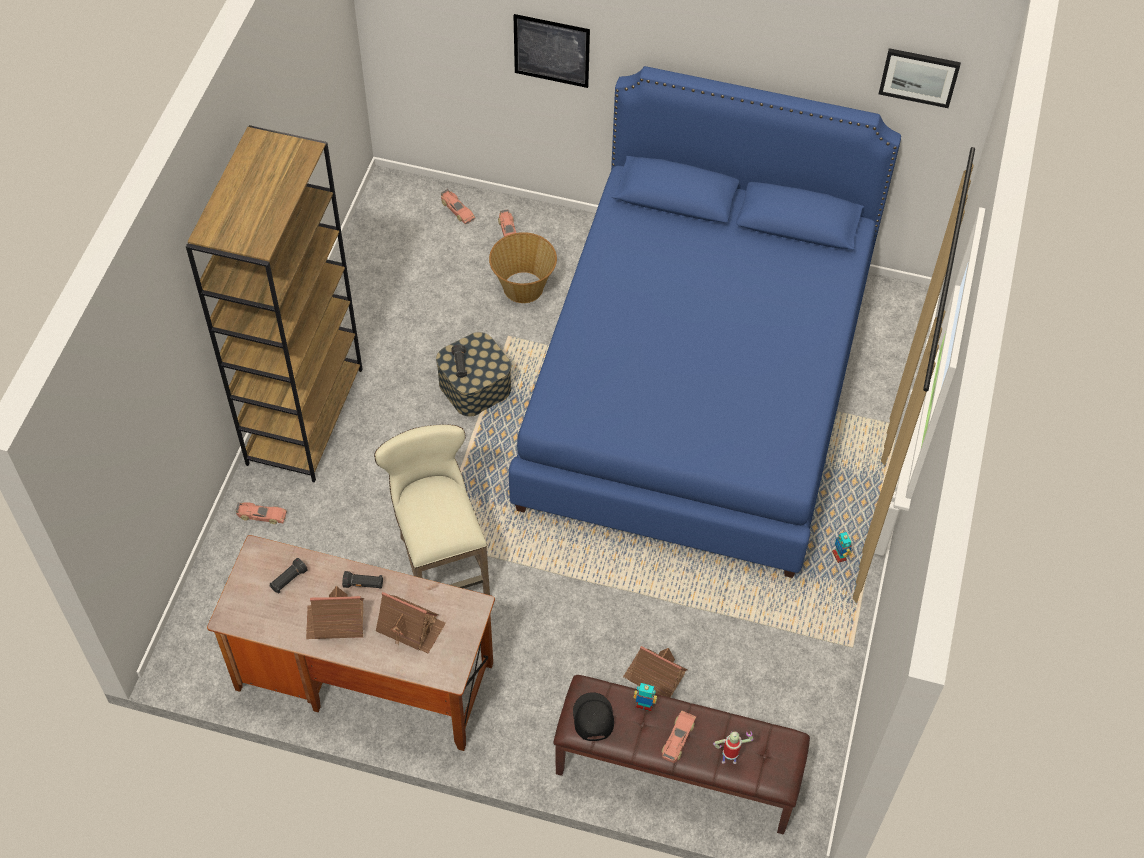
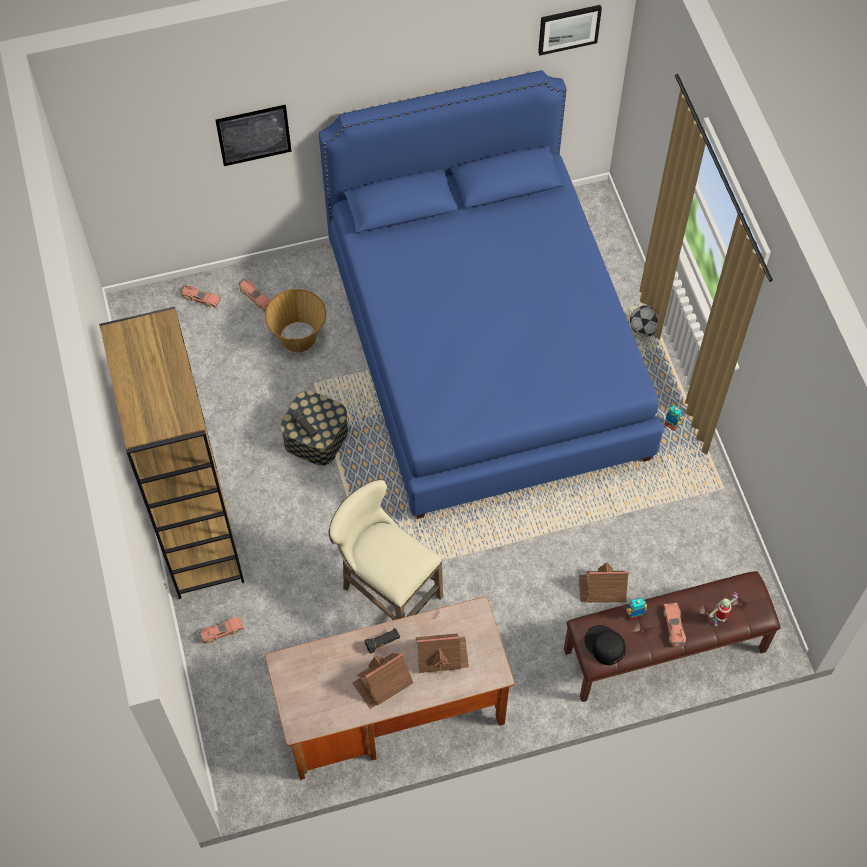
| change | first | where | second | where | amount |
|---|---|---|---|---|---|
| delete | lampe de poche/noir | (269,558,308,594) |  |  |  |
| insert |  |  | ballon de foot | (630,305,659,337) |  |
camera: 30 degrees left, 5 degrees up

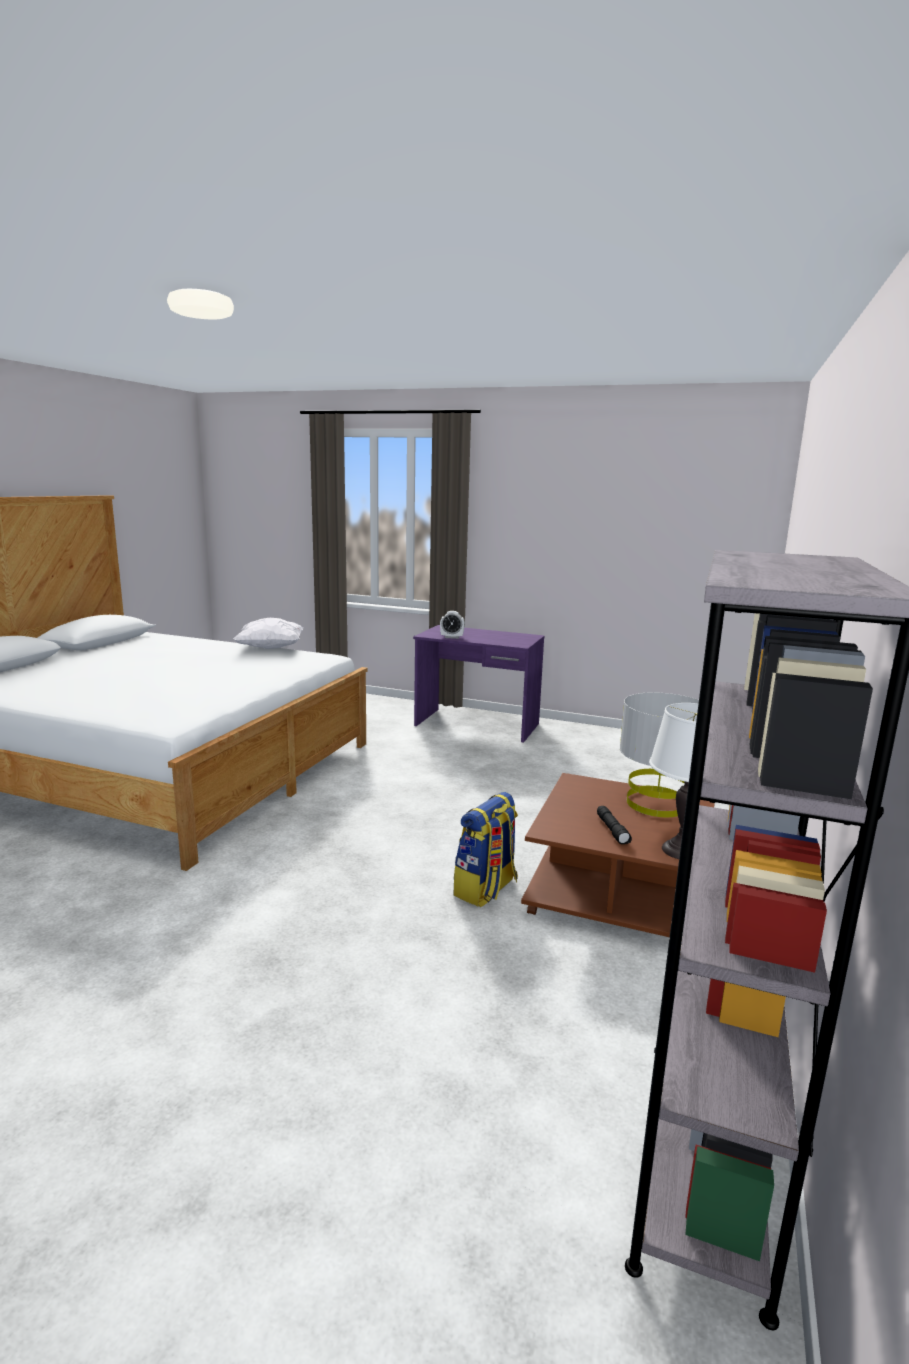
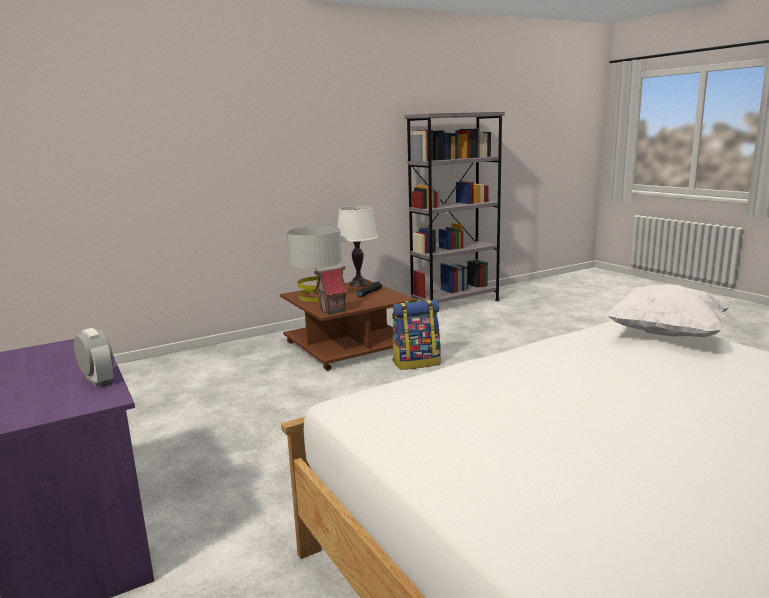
| change | first | where | second | where | amount |
|---|---|---|---|---|---|
| insert |  |  | maison miniature | (314,266,348,315) |  |
| move | coussin/blanc | (233,618,304,649) |  | (605,284,732,337) |  |
camera: 140 degrees left, 0 degrees up

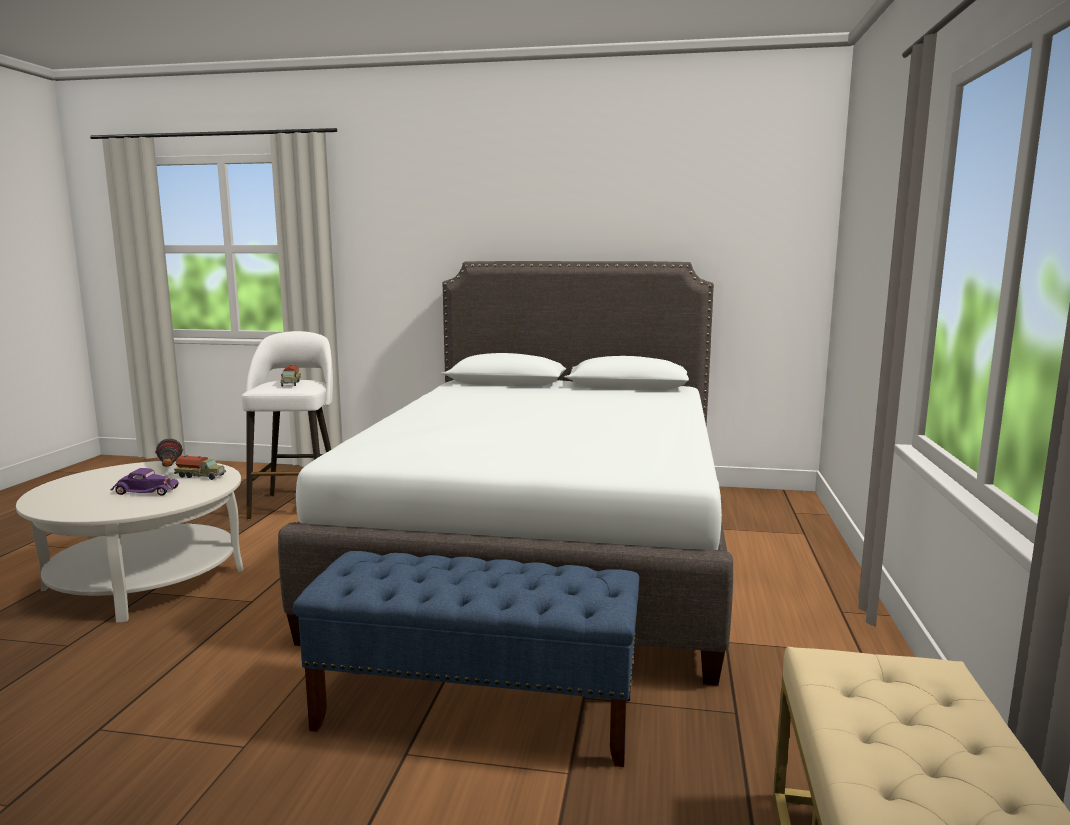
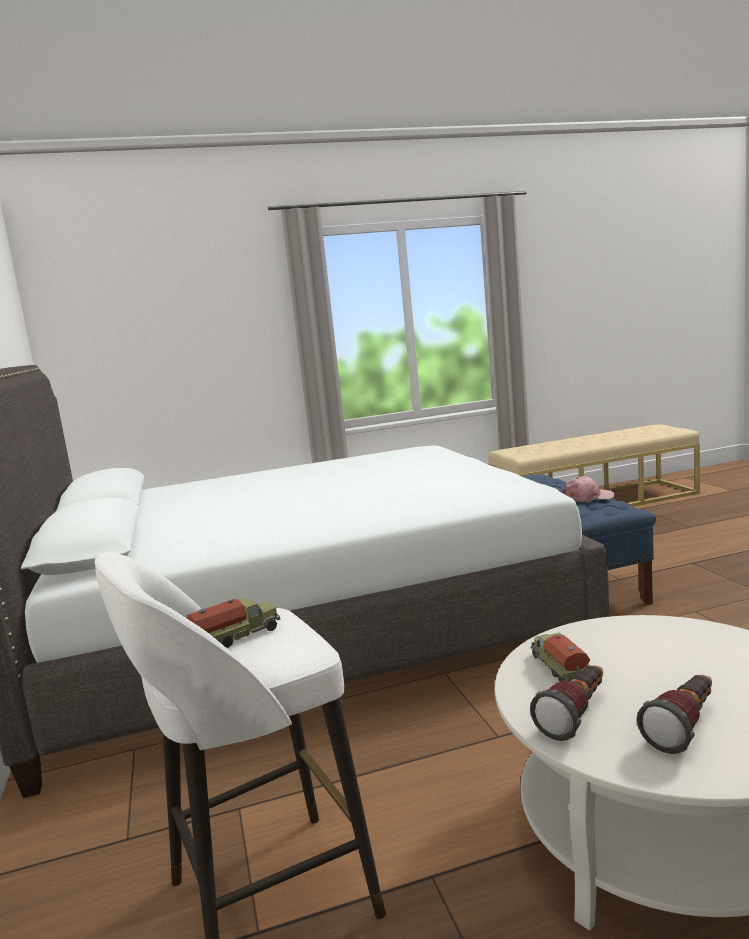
| change | first | where | second | where | amount |
|---|---|---|---|---|---|
| delete | petite voiture/violet | (110,468,179,496) |  |  |  |
| insert |  |  | casquette/rose | (561,476,615,502) |  |
| insert |  |  | lampe de poche | (637,675,712,754) |  |
camera: 115 degrees left, 0 degrees up

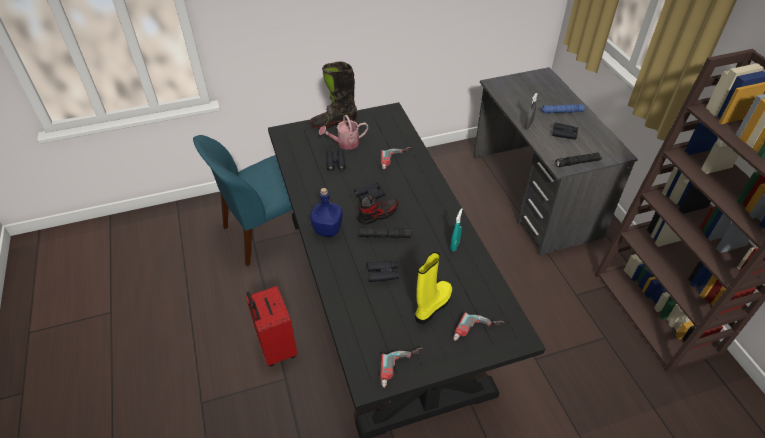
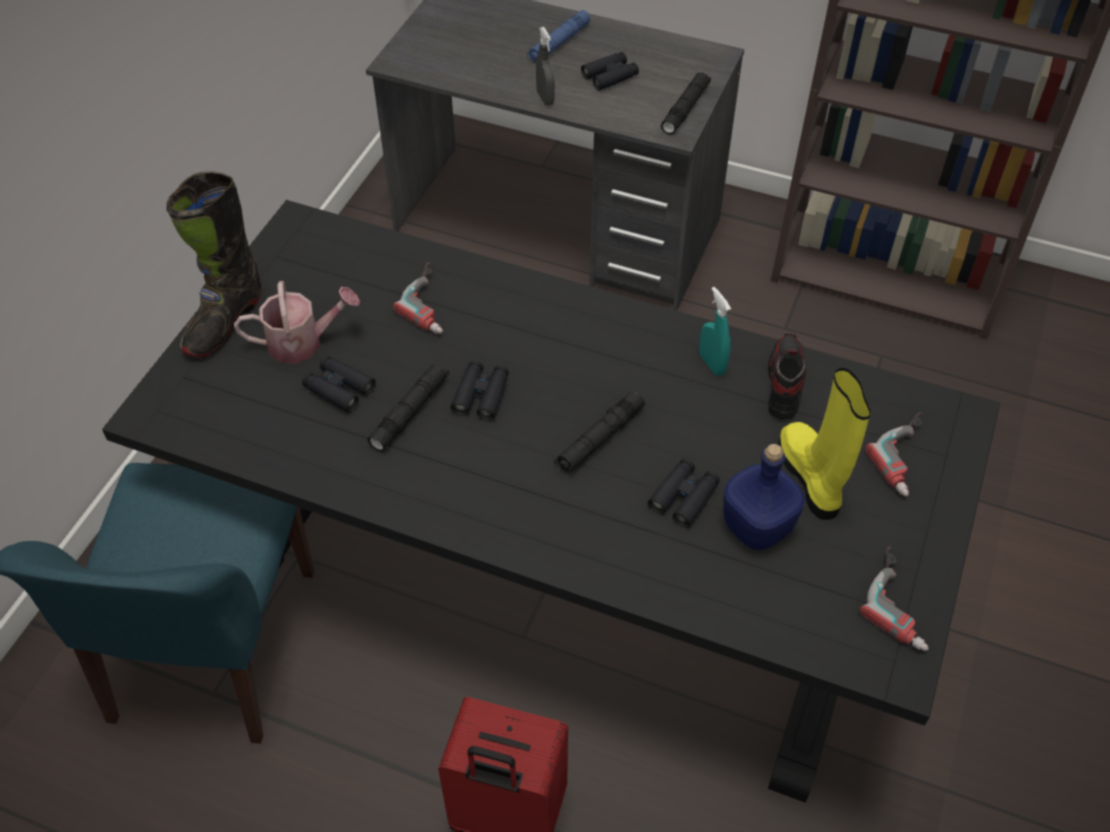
| change | first | where | second | where | amount |
|---|---|---|---|---|---|
| insert |  |  | lampe de poche/noir | (367,363,449,452) |  |
| move | bouteille/bleu | (310,188,343,237) |  | (723,444,805,550) |  |
| move | chaussure | (358,195,398,225) |  | (768,334,806,419) |  |
| rotate | arrosoir | (319,115,368,150) |  | (234,281,360,364) | 120 degrees counterclockwise |
camera: 50 degrees left, 5 degrees up

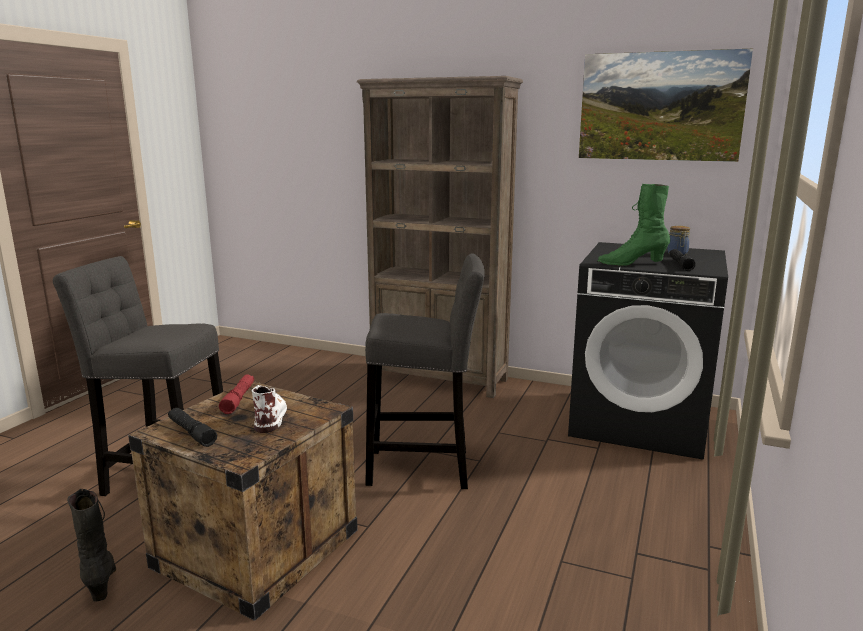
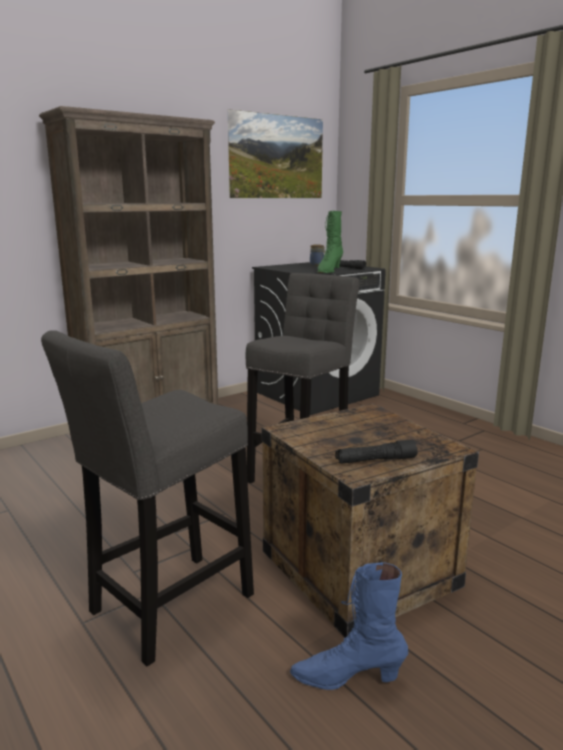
| change | first | where | second | where | amount |
|---|---|---|---|---|---|
| delete | lampe de poche/rouge | (219,375,254,414) |  |  |  |
| delete | botte/blanc | (252,385,287,433) |  |  |  |
| recolor | botte/noir | (67,489,116,602) | botte/bleu | (290,562,408,690) |  |
camera: 60 degrees left, 0 degrees up

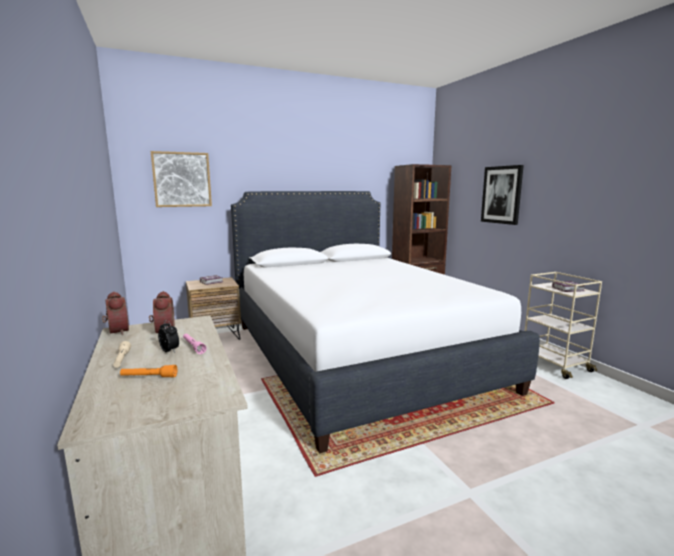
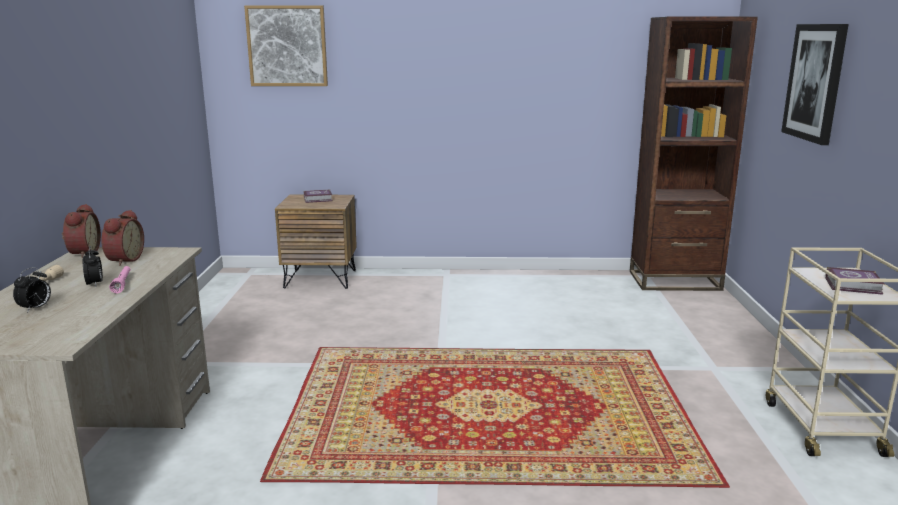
| change | first | where | second | where | amount |
|---|---|---|---|---|---|
| delete | lit/blanc | (231,191,540,454) |  |  |  |
| replace | lampe de poche/orange | (120,365,177,377) | réveil | (13,267,51,313) |  |
camera: 25 degrees right, 5 degrees up

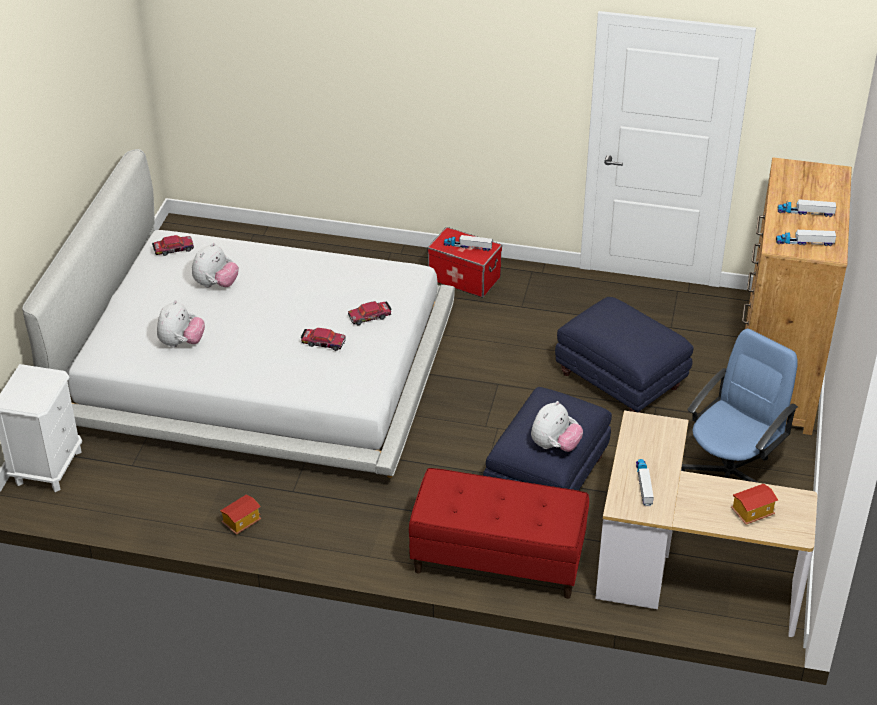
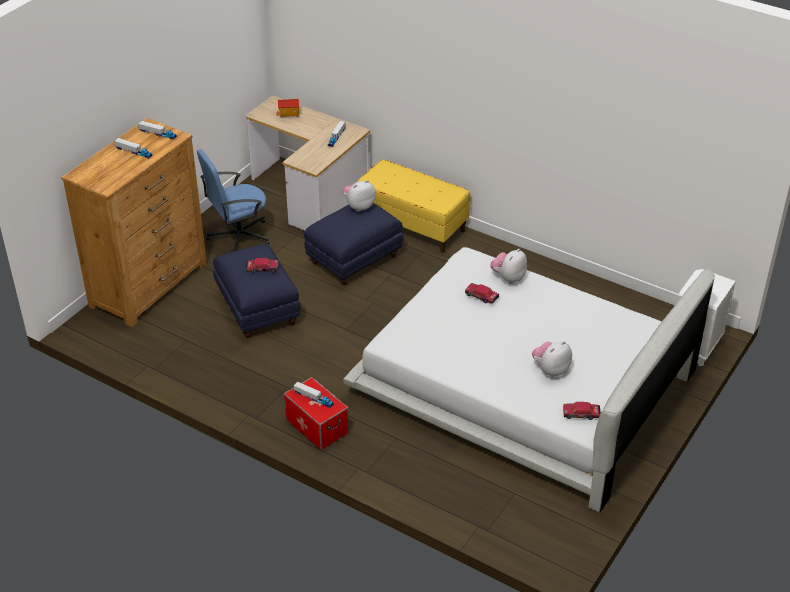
| change | first | where | second | where | amount |
|---|---|---|---|---|---|
| delete | maison miniature | (220,494,261,535) |  |  |  |
| move | peluche | (157,300,205,348) |  | (490,249,527,284) |  |
| move | petite voiture | (348,301,392,326) |  | (246,258,278,273) |  |
| recolor | banc/rouge | (409,468,589,599) | banc/jaune | (357,159,470,253) |  |
camera: 160 degrees left, 0 degrees up

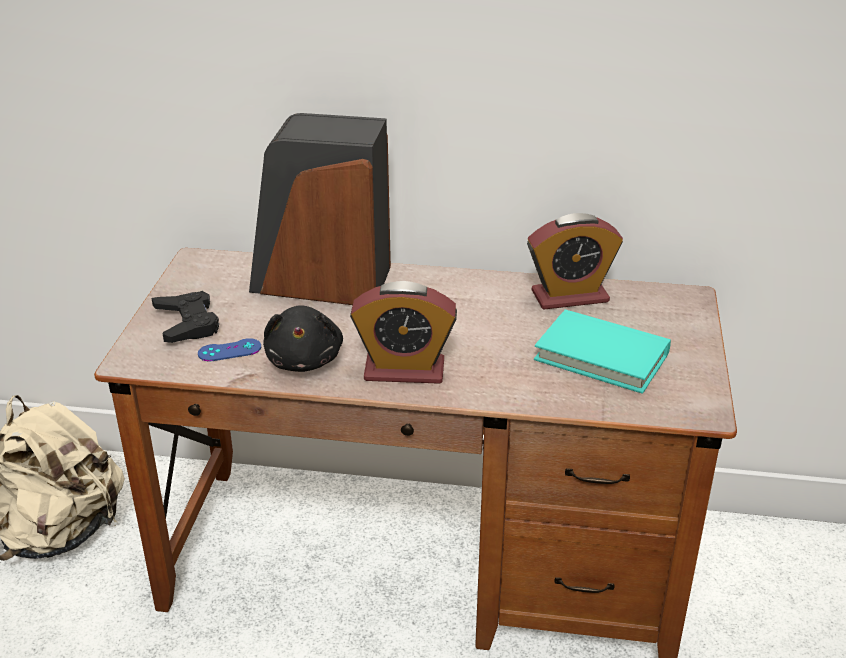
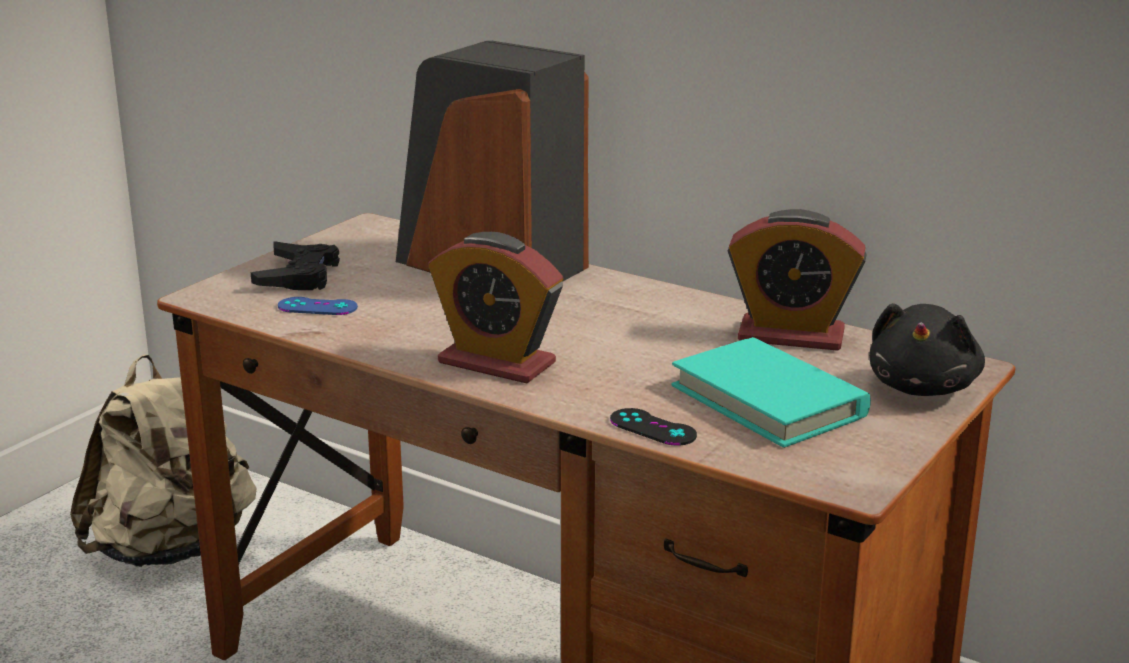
| change | first | where | second | where | amount |
|---|---|---|---|---|---|
| insert |  |  | manette/noir | (610,408,697,446) |  |
| move | peluche/noir | (263,305,343,372) |  | (869,303,985,396) |  |
camera: 25 degrees right, 10 degrees down

